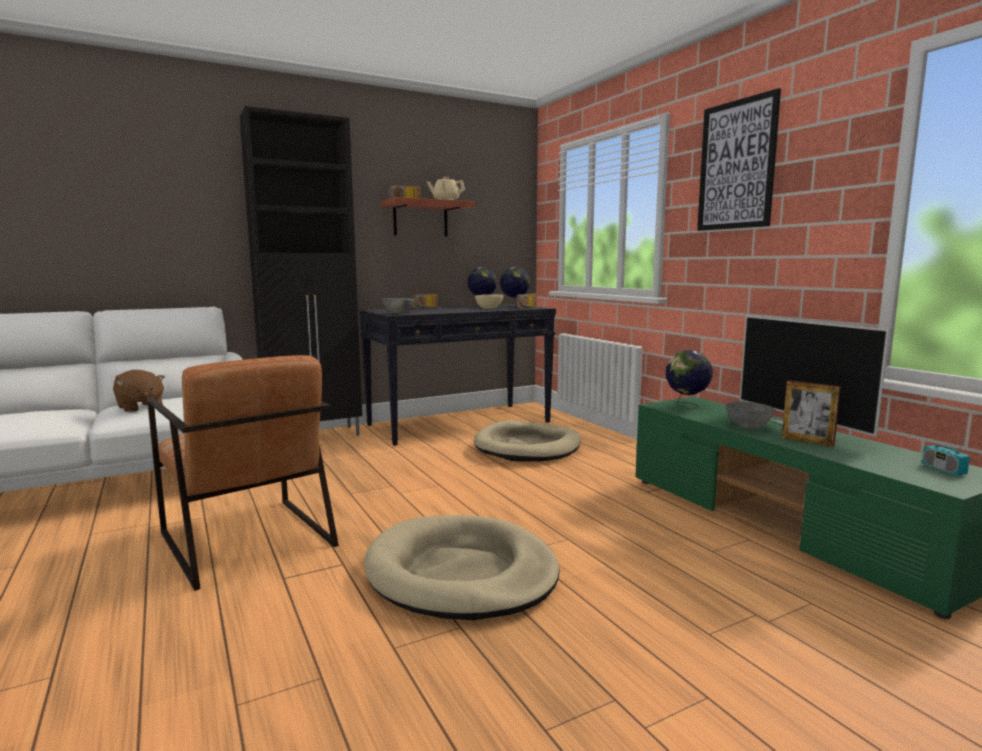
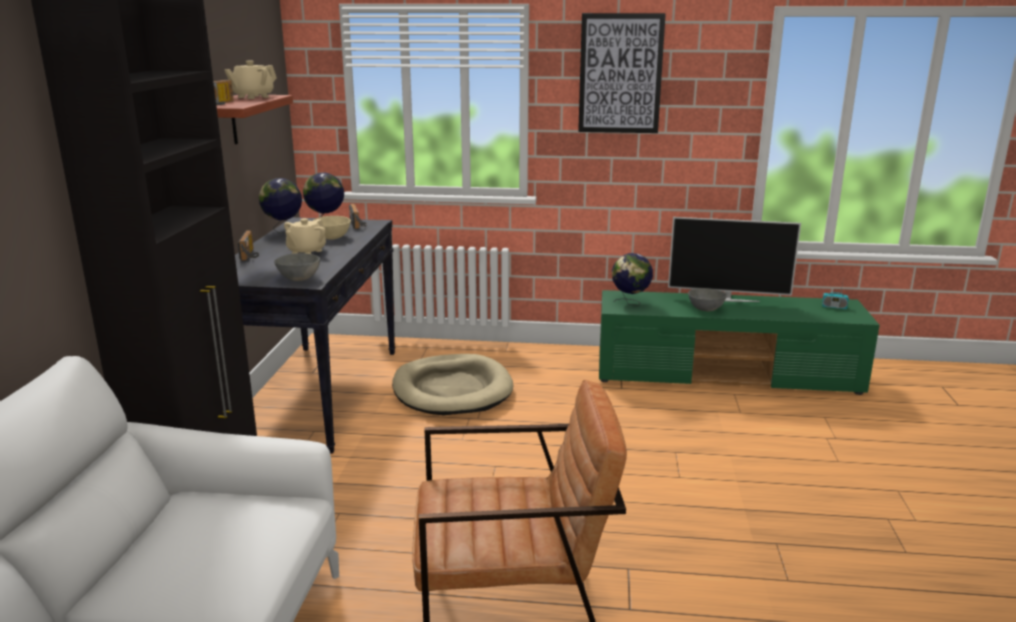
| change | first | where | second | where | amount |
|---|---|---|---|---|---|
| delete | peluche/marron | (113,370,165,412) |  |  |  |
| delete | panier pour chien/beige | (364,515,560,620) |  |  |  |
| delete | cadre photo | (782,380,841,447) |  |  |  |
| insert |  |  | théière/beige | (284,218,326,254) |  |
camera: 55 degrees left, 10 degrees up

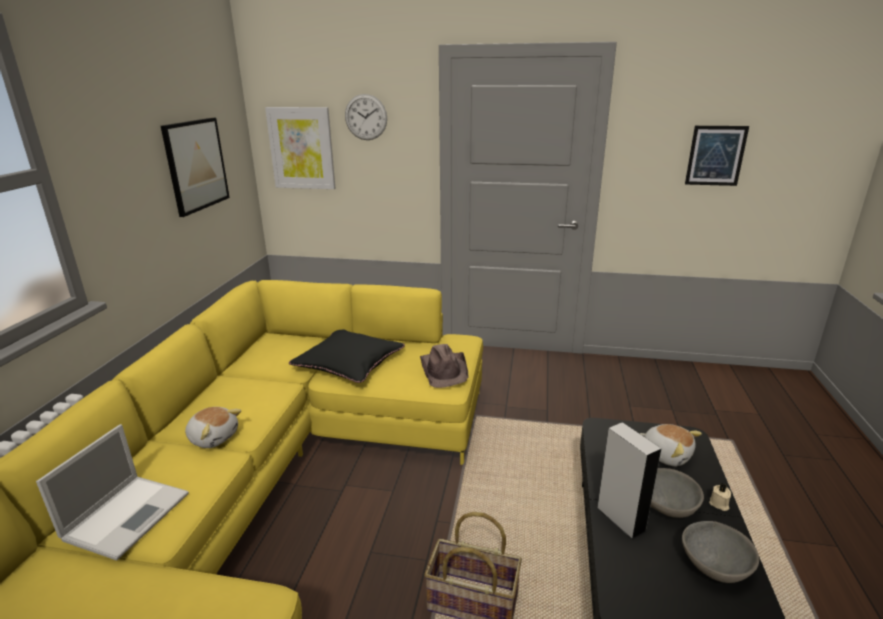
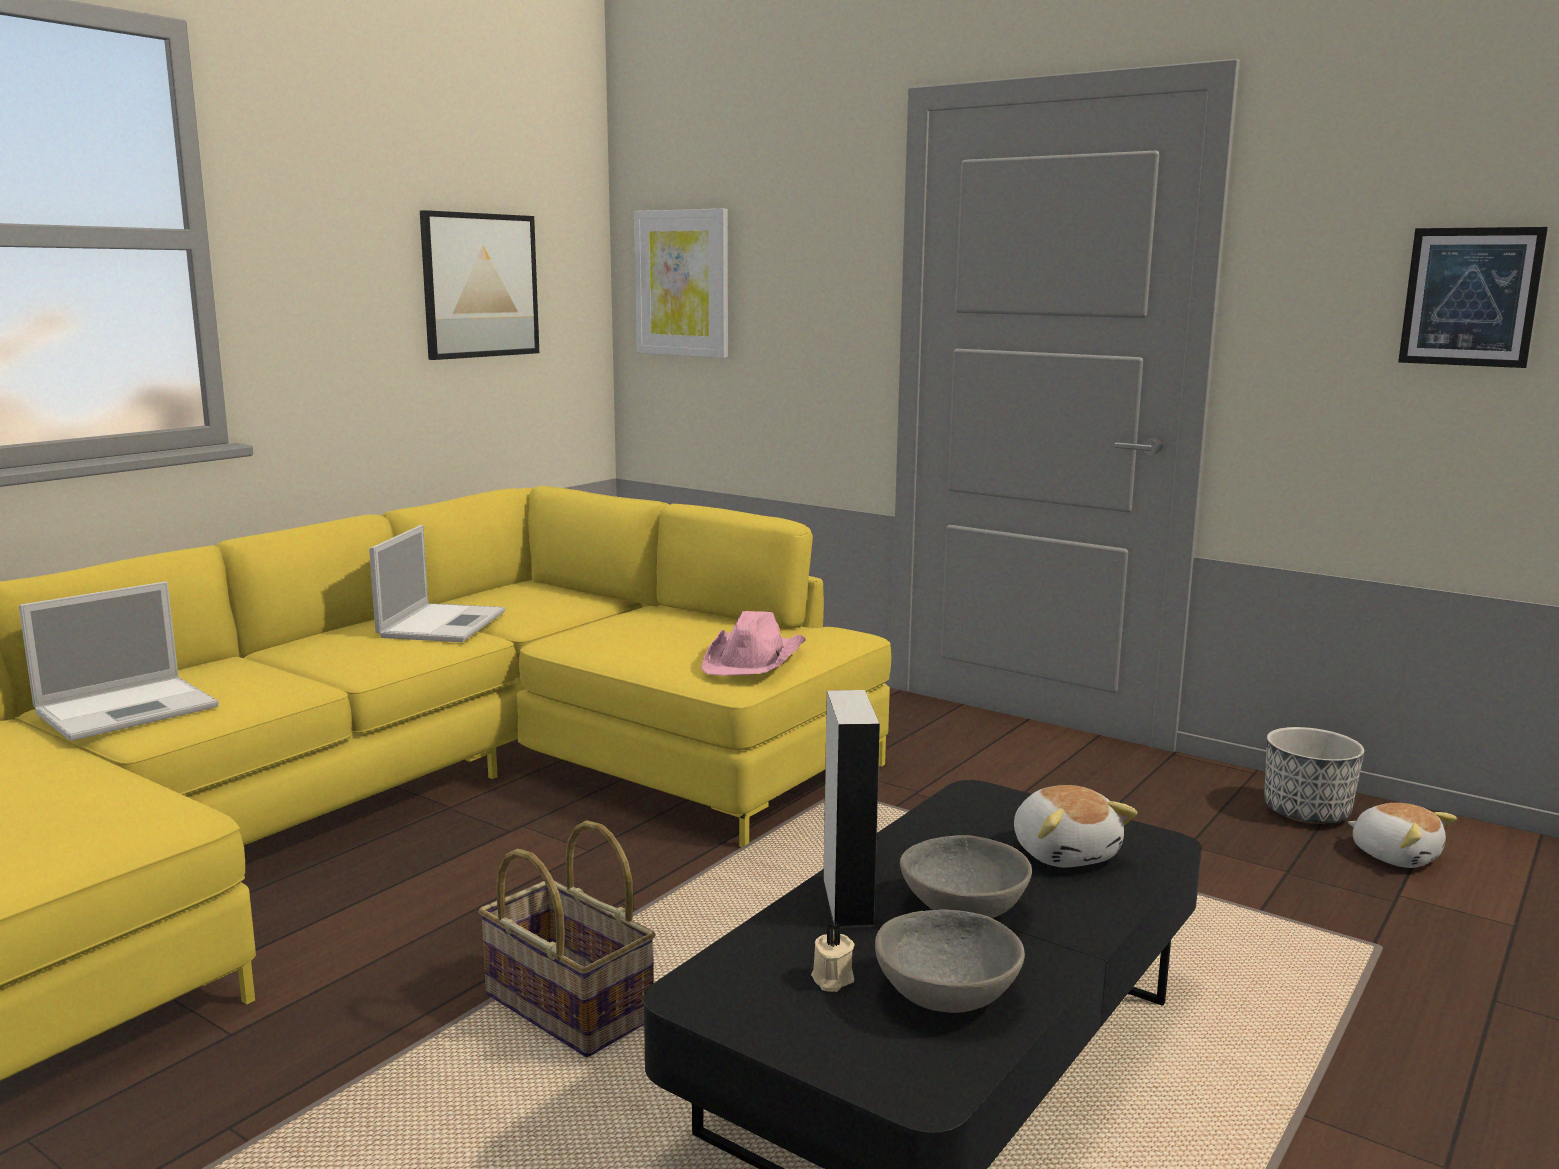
| change | first | where | second | where | amount |
|---|---|---|---|---|---|
| delete | coussin/noir | (289,330,405,383) |  |  |  |
| delete | horloge murale | (345,94,387,140) |  |  |  |
| insert |  |  | ordinateur portable | (369,525,505,642) |  |
| insert |  |  | cache-pot | (1264,727,1364,824) |  |
| move | peluche | (185,407,241,448) |  | (1348,803,1457,868) |  |
| move | bougie/beige | (709,483,731,511) |  | (811,924,855,992) |  |
| recolor | chapeau/marron | (420,344,468,388) | chapeau/rose | (701,611,805,675) |  |
camera: 25 degrees right, 10 degrees down

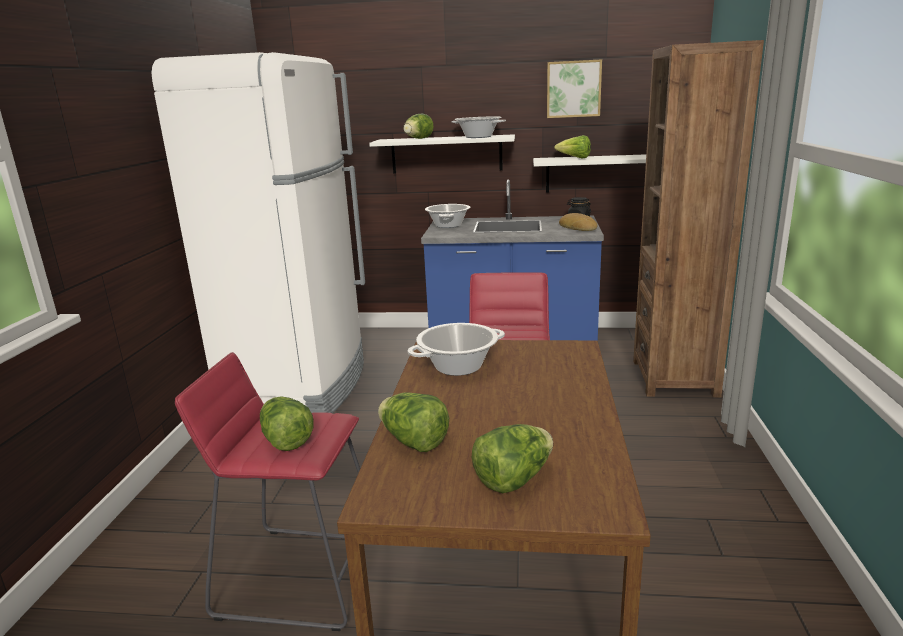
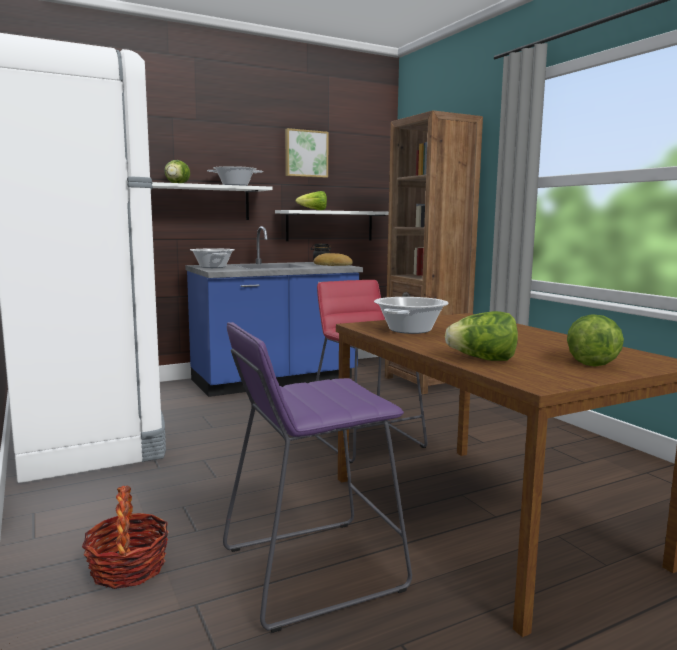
| change | first | where | second | where | amount |
|---|---|---|---|---|---|
| delete | laitue | (260,396,314,451) |  |  |  |
| insert |  |  | panier | (82,486,169,589) |  |
| recolor | tabouret/rouge | (175,352,360,631) | tabouret/violet | (223,322,412,633) |  |
camera: 35 degrees left, 10 degrees down

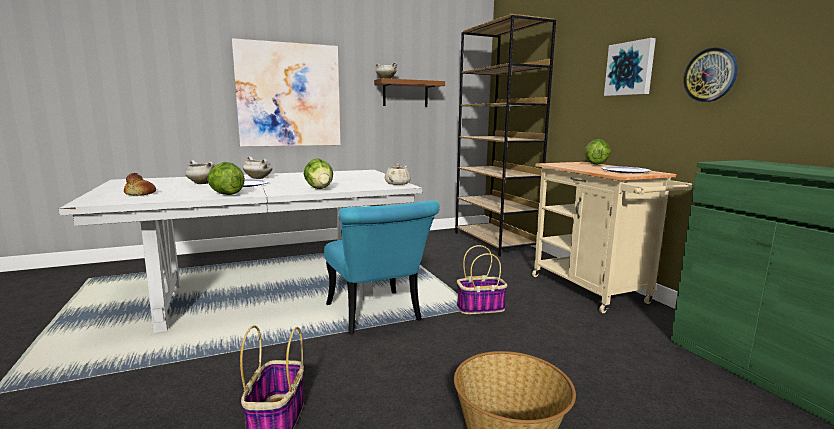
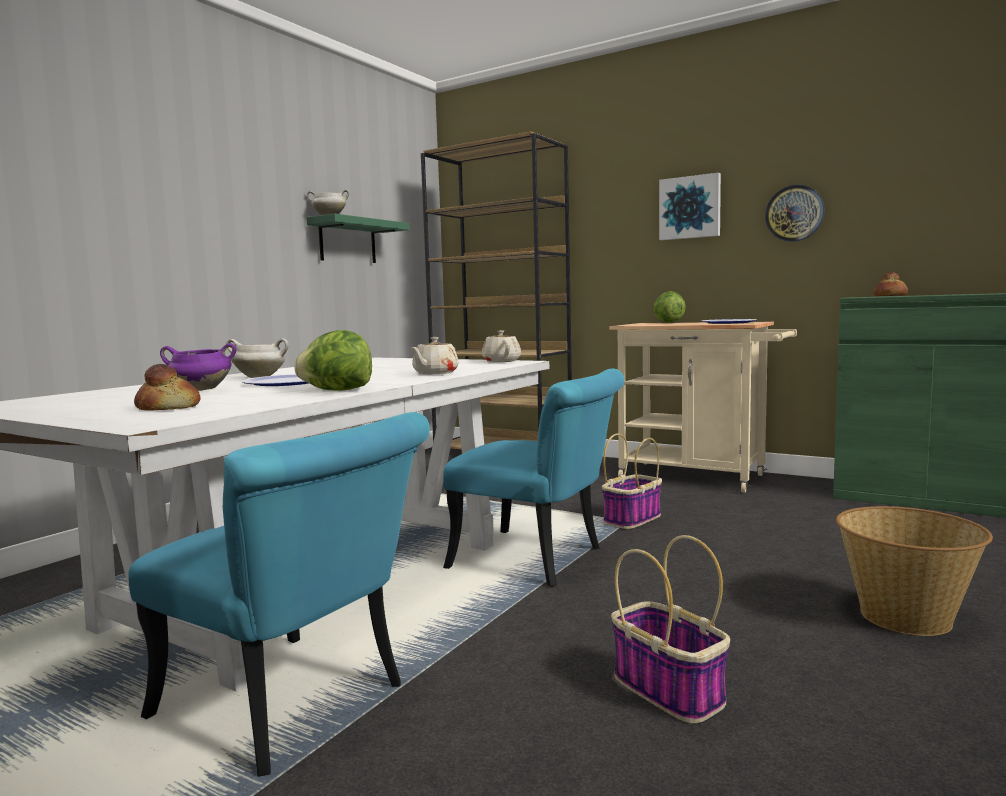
| change | first | where | second | where | amount |
|---|---|---|---|---|---|
| delete | tableau | (232,38,341,147) |  |  |  |
| insert |  |  | chaise/turquoise | (128,412,430,777) |  |
| insert |  |  | pain | (873,272,908,296) |  |
| replace | laitue | (304,158,333,189) | théière/beige | (410,337,459,374) |  |
| recolor | marmite/blanc | (185,160,215,184) | marmite/violet | (160,343,237,391) |  |
| recolor | étagère/marron | (374,78,445,107) | étagère/vert | (306,214,410,263) |  |
camera: 35 degrees left, 5 degrees down

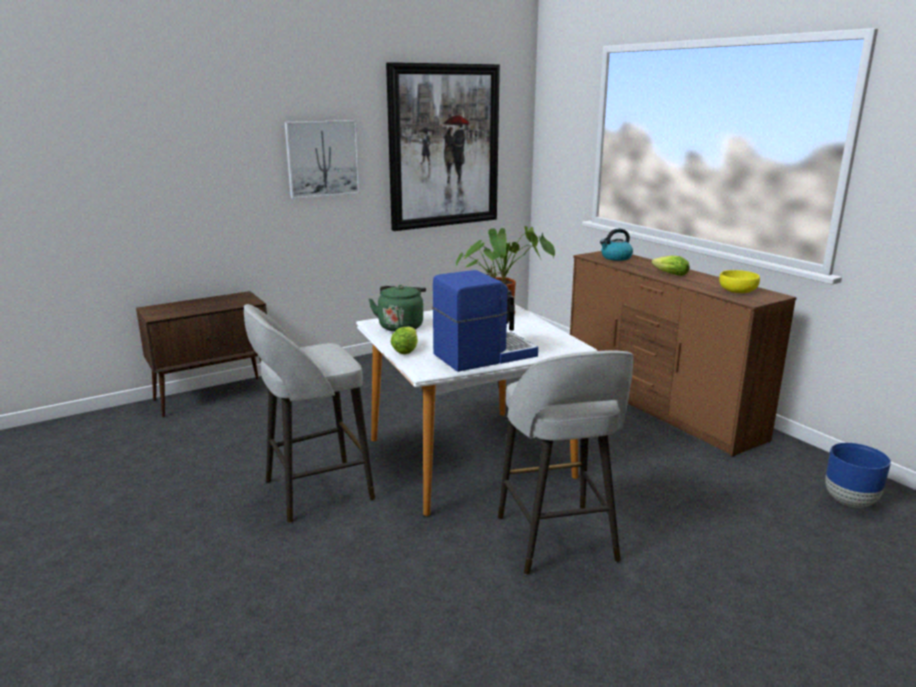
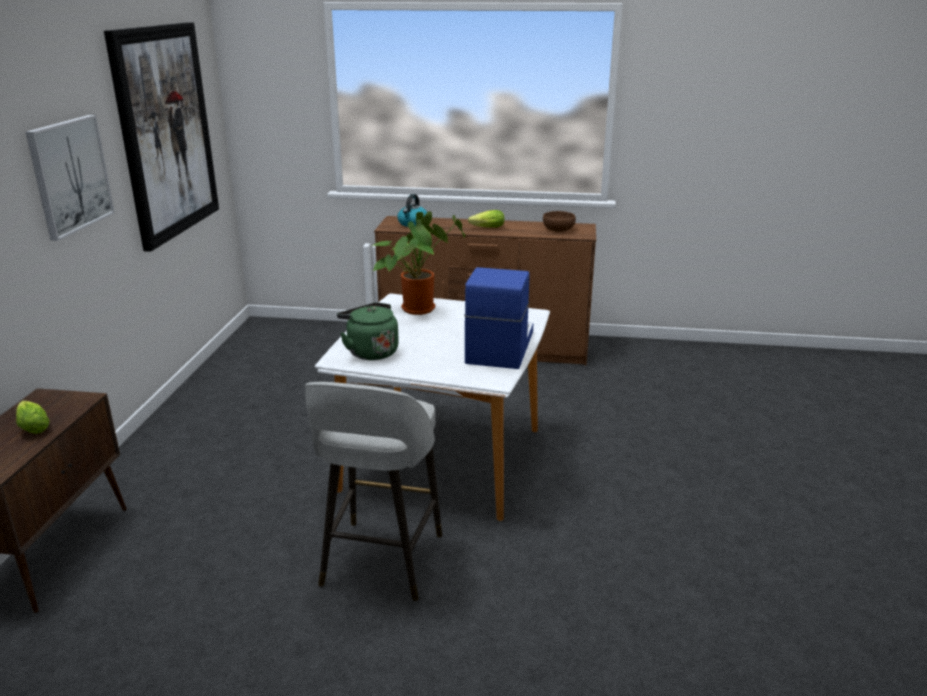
| change | first | where | second | where | amount |
|---|---|---|---|---|---|
| delete | tabouret/gris | (498,350,634,575) |  |  |  |
| delete | cache-pot/bleu | (825,443,891,508) |  |  |  |
| move | laitue | (391,326,418,354) |  | (16,401,50,434) |  |
| recolor | bol/jaune | (719,270,760,293) | bol/marron | (543,211,576,232) |  |
camera: 50 degrees left, 5 degrees up

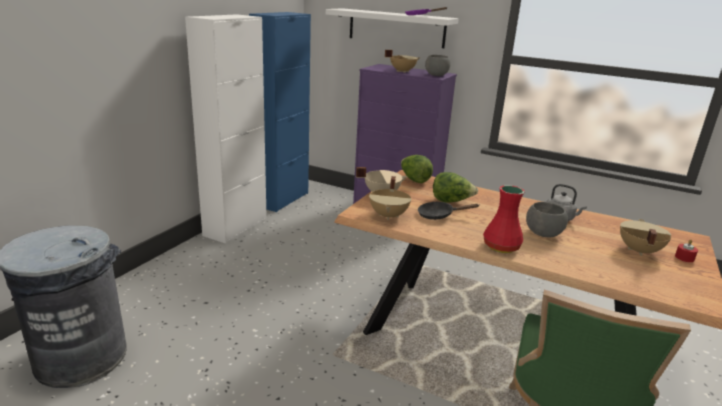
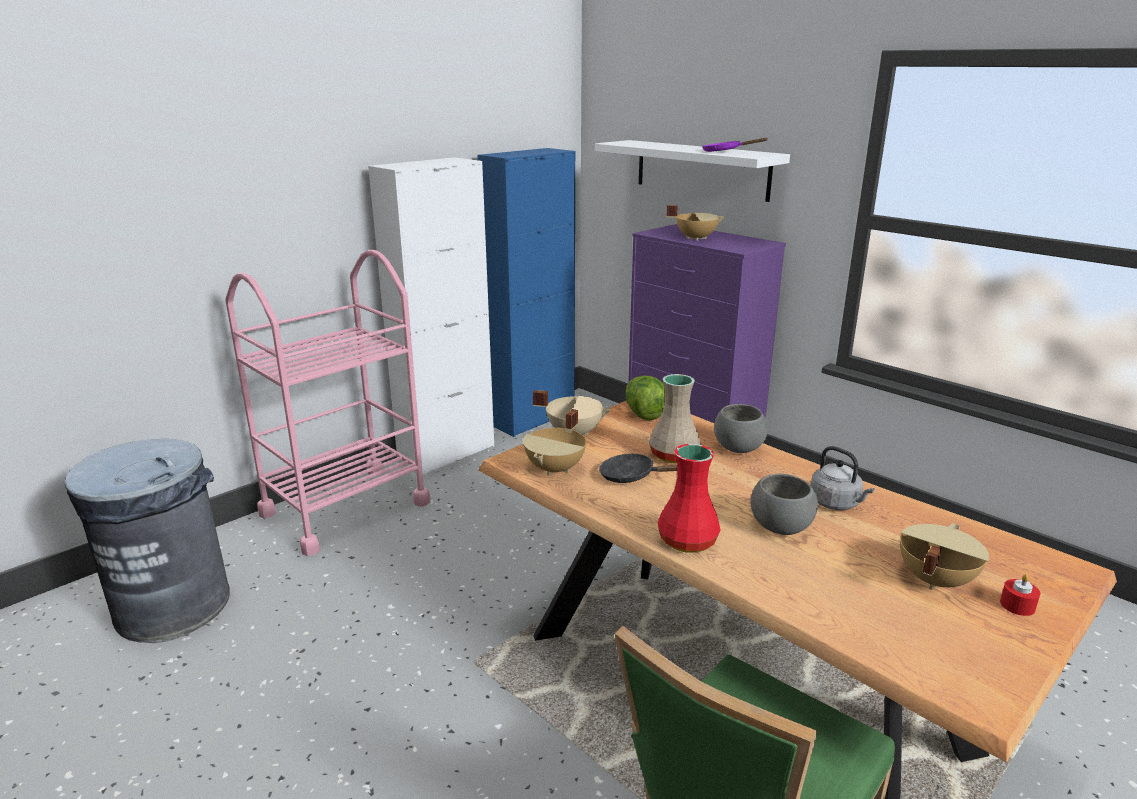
| change | first | where | second | where | amount |
|---|---|---|---|---|---|
| insert |  |  | chariot/rose | (225,250,430,556) |  |
| move | bol/gris | (425,55,451,76) |  | (714,404,768,453) |  |
| replace | laitue | (433,172,478,203) | vase/beige | (649,374,701,463) |  |
camera: 20 degrees right, 0 degrees up

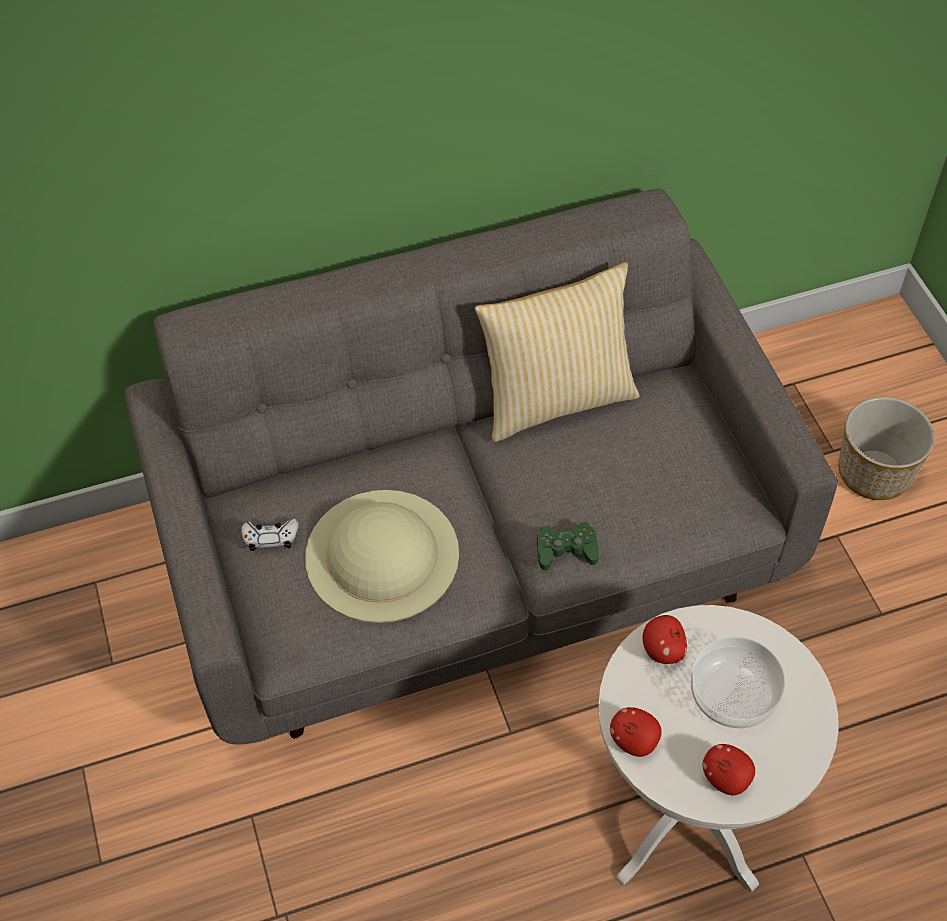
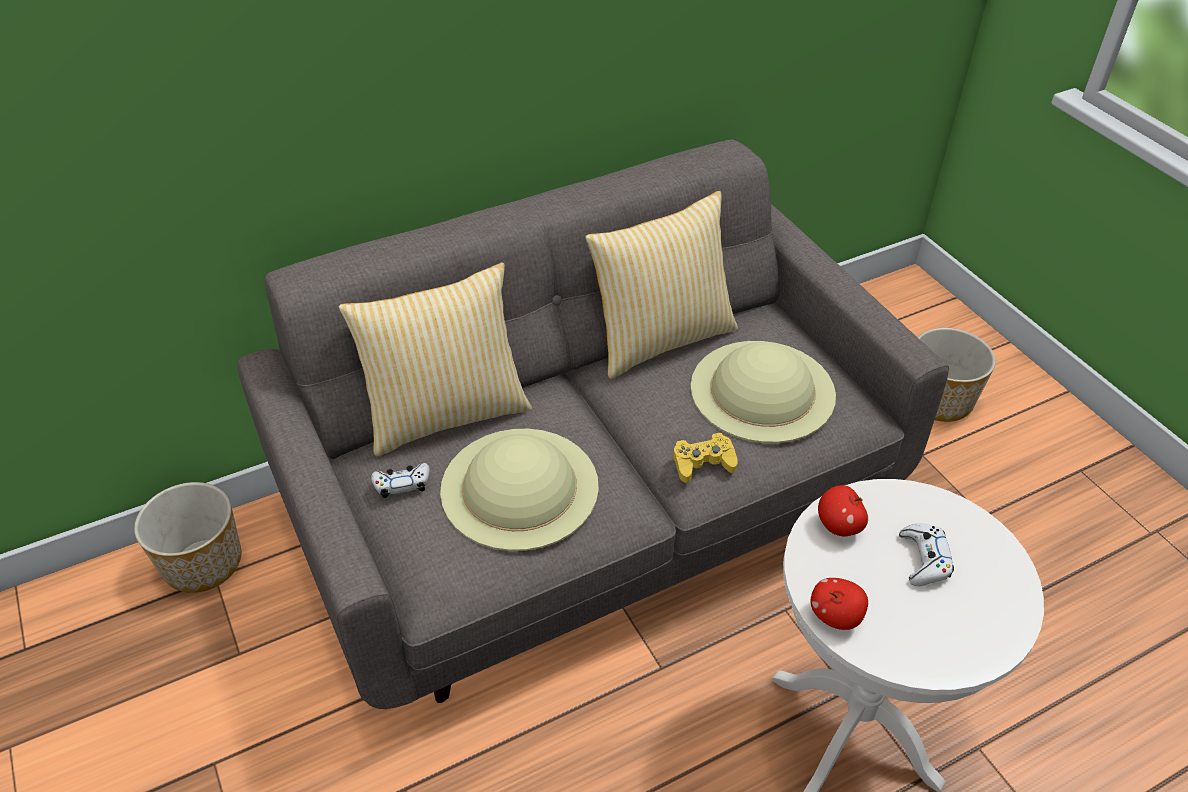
| change | first | where | second | where | amount |
|---|---|---|---|---|---|
| delete | pomme | (703,744,755,795) |  |  |  |
| insert |  |  | cache-pot | (134,482,241,593) |  |
| insert |  |  | coussin | (339,263,532,457) |  |
| insert |  |  | chapeau/beige | (691,341,836,443) |  |
| replace | bol | (691,637,785,729) | manette/blanc | (899,523,954,586) |  |
| recolor | manette/vert | (537,522,599,570) | manette/jaune | (673,432,738,483) |  |
camera: 10 degrees left, 10 degrees down

